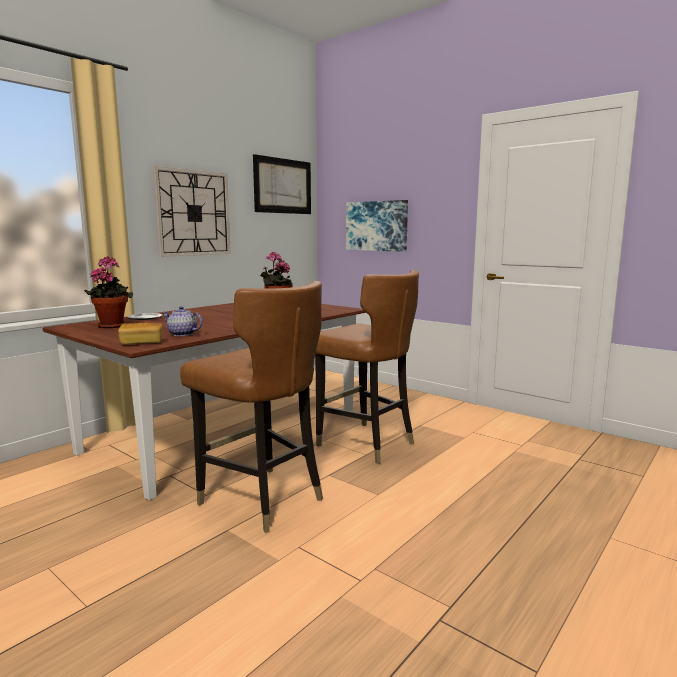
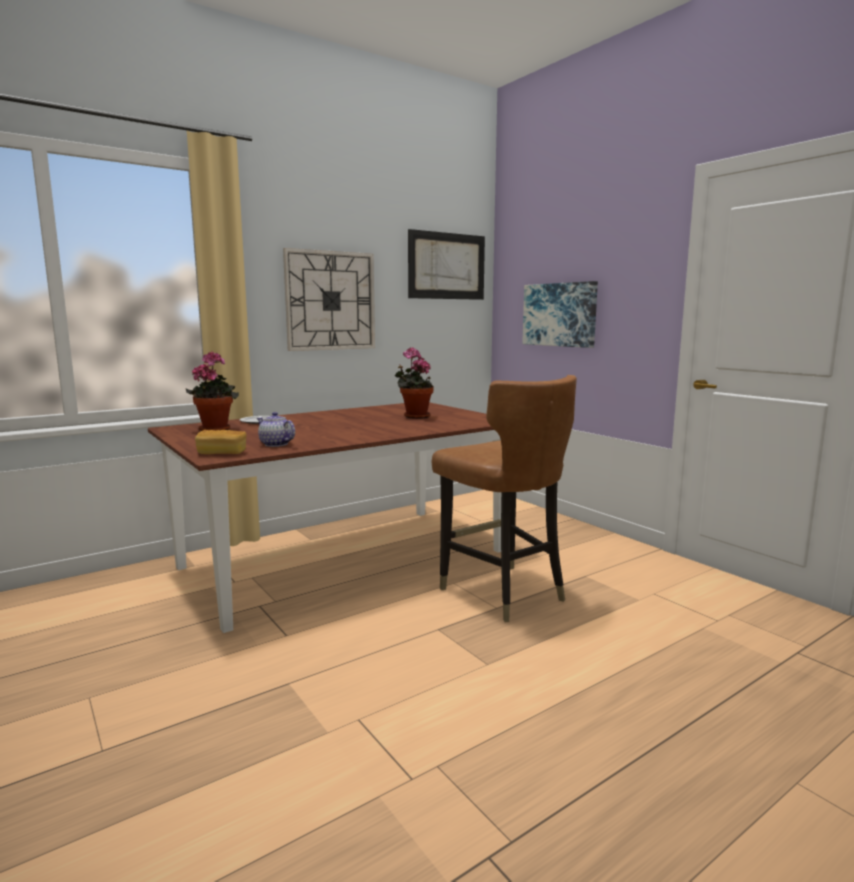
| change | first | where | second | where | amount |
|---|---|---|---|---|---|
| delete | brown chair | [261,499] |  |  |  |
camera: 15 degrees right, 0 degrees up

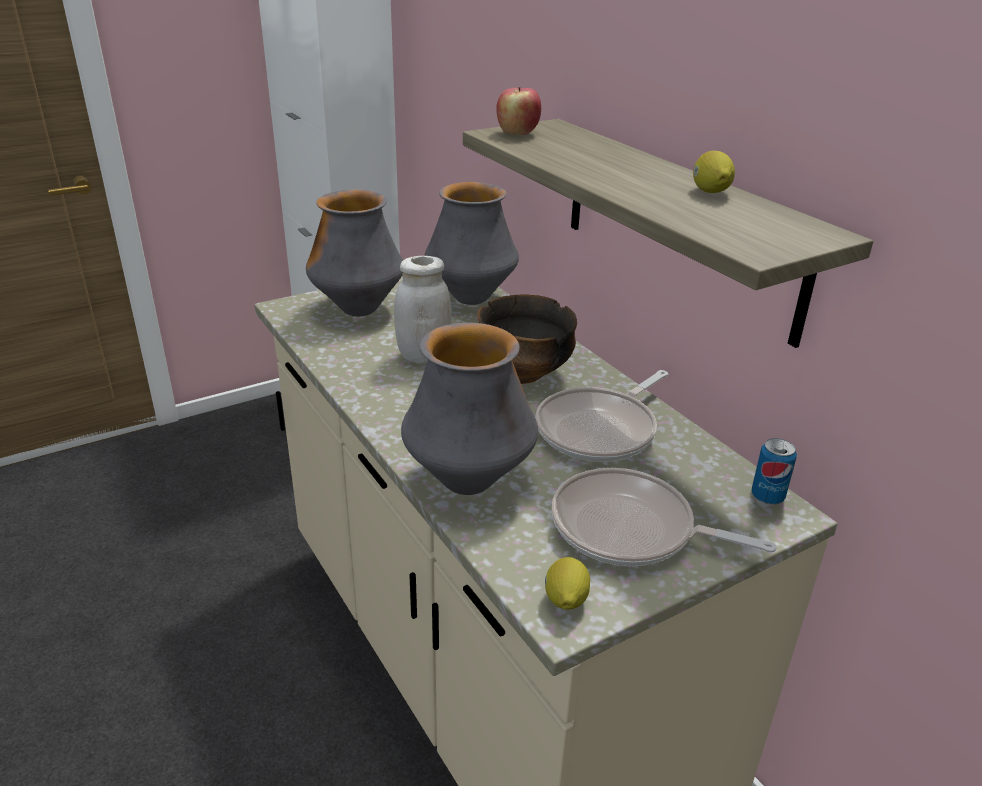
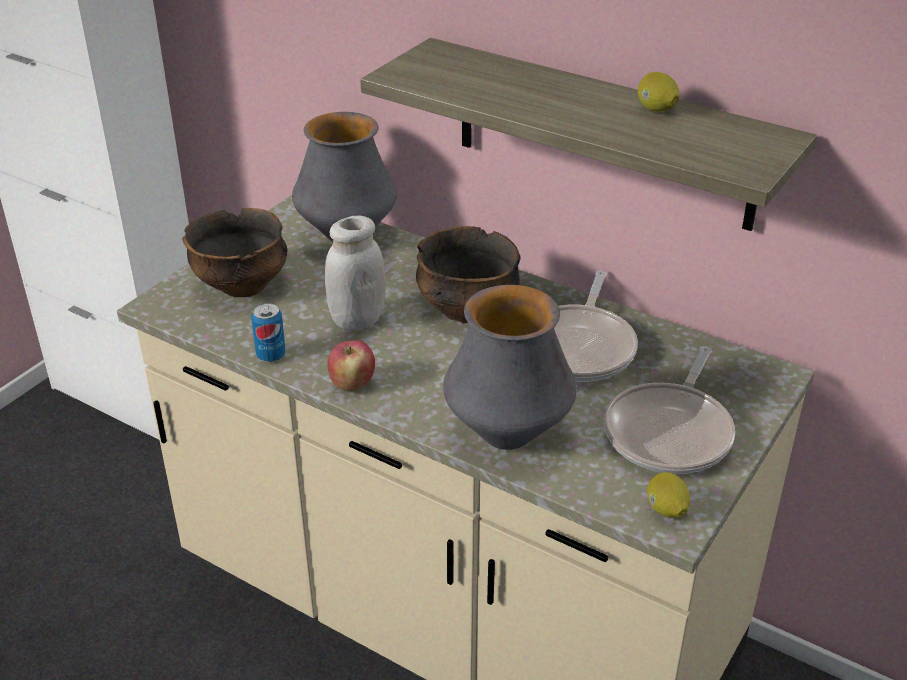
| change | first | where | second | where | amount |
|---|---|---|---|---|---|
| move | apple | [517,133] |  | [352,384] |  |
| replace | vase | [358,310] | bowl | [242,285] |  |
| move | can | [767,496] |  | [271,355] |  |
| rotate | frying pan | [630,530] |  | [671,432] | 60 degrees counterclockwise |
camera: 25 degrees left, 5 degrees up

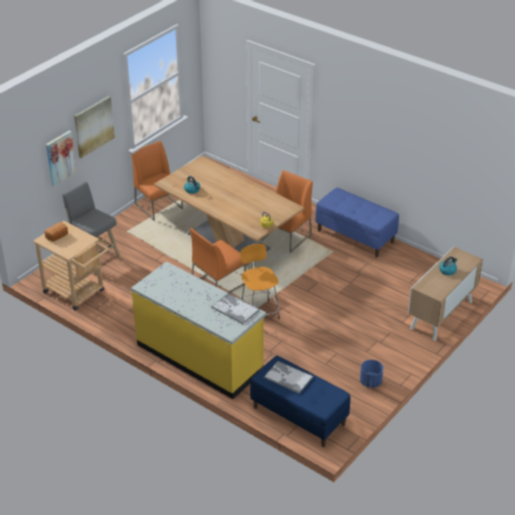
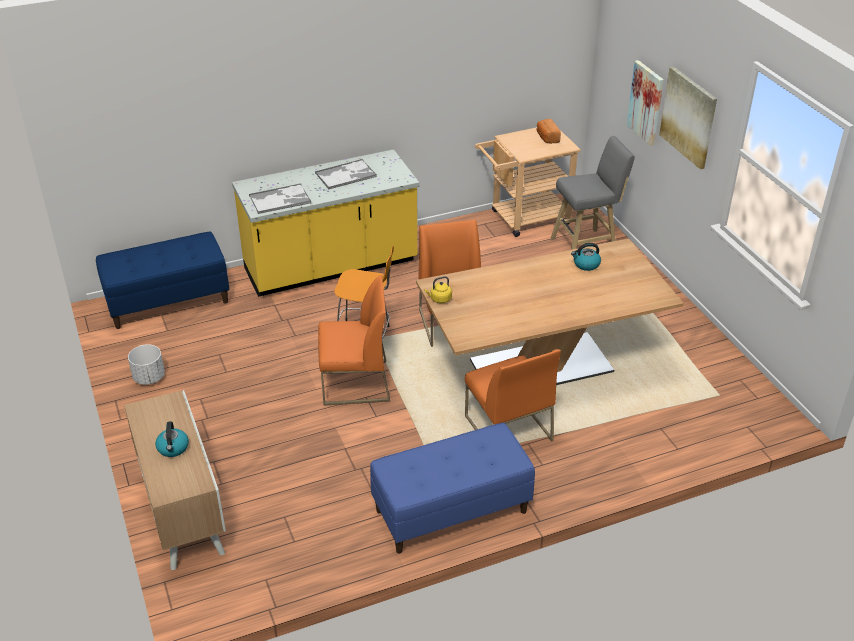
| change | first | where | second | where | amount |
|---|---|---|---|---|---|
| move | orange chair | [159,206] |  | [355,383] |  |
| recolor | blue planter | [370,382] | white planter | [149,377] |  |
| move | tray | [288,377] |  | [346,175] |  |
camera: 120 degrees right, 0 degrees up

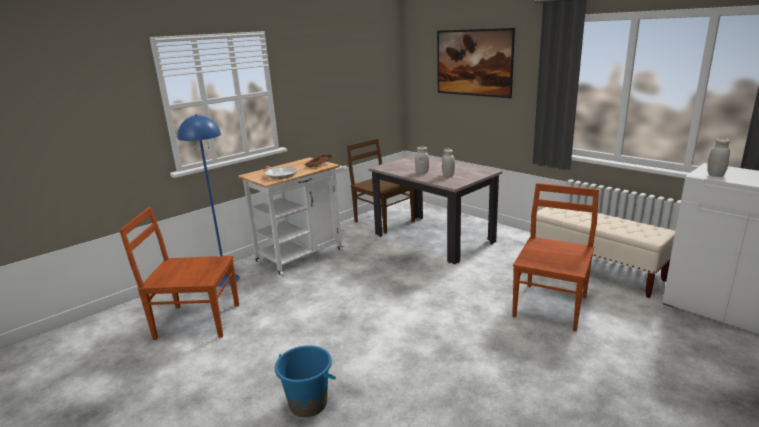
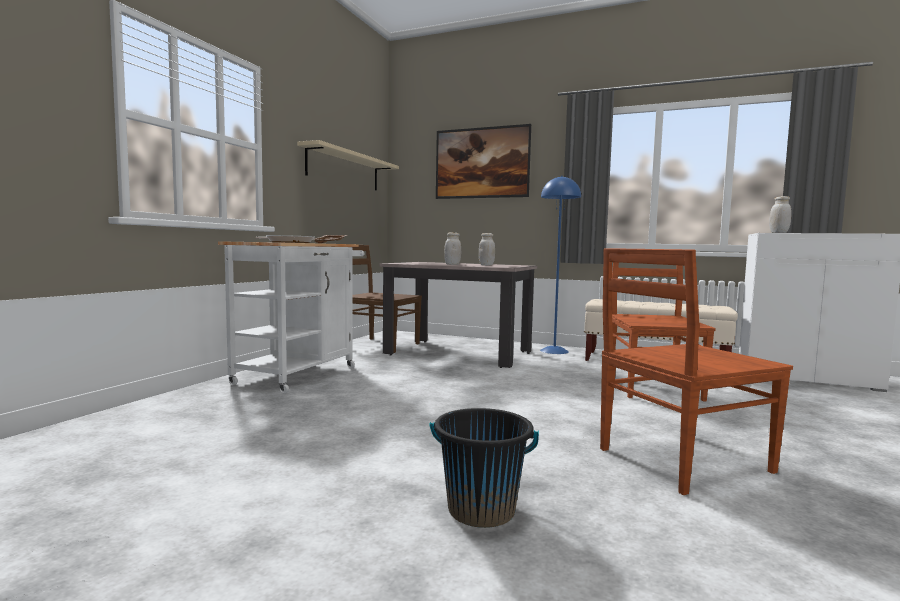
| change | first | where | second | where | amount |
|---|---|---|---|---|---|
| move | blue floor lamp | [226,279] |  | [554,351] |  |
| move | brown chair | [196,321] |  | [680,460] |  |
| recolor | blue bucket | [308,403] | black bucket | [481,510] |  |
| insert |  |  | beige shelf | [344,169] |  |
camera: 25 degrees left, 15 degrees down

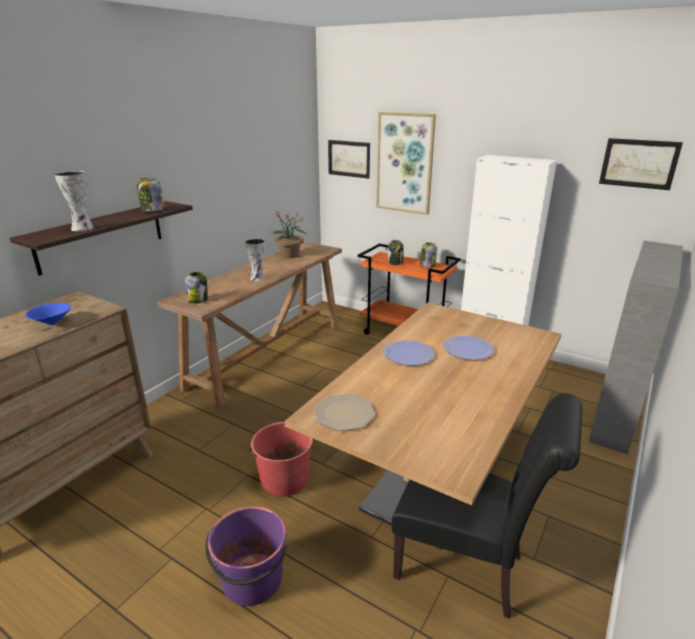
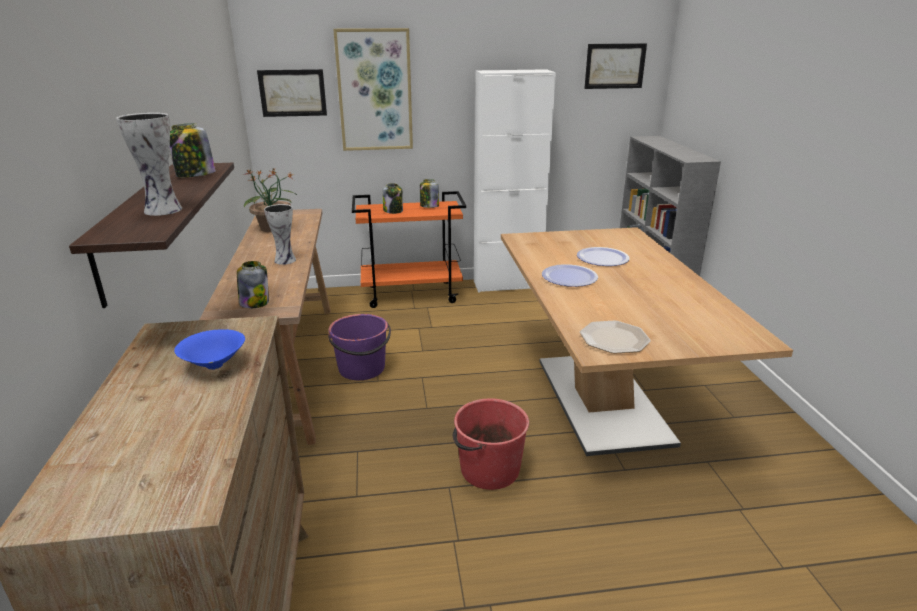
| change | first | where | second | where | amount |
|---|---|---|---|---|---|
| delete | black chair | [467,568] |  |  |  |
| move | purple bucket | [252,580] |  | [362,369] |  |
camera: 40 degrees left, 0 degrees up

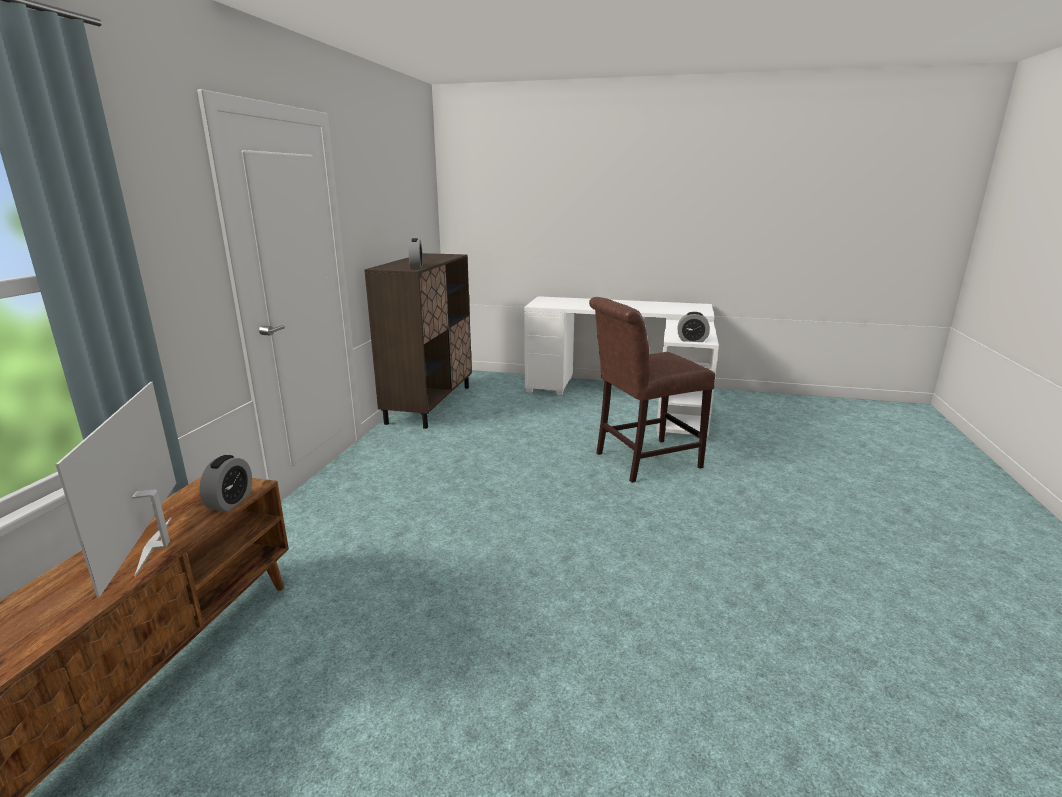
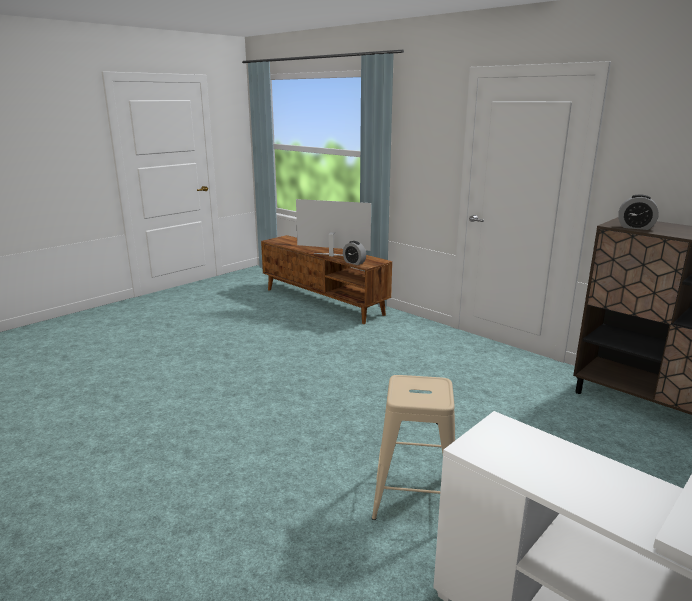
| change | first | where | second | where | amount |
|---|---|---|---|---|---|
| replace | brown chair | [642,461] | beige stool | [414,495] |  |
| delete | alarm clock | [692,340] |  |  |  |
camera: 120 degrees right, 0 degrees up

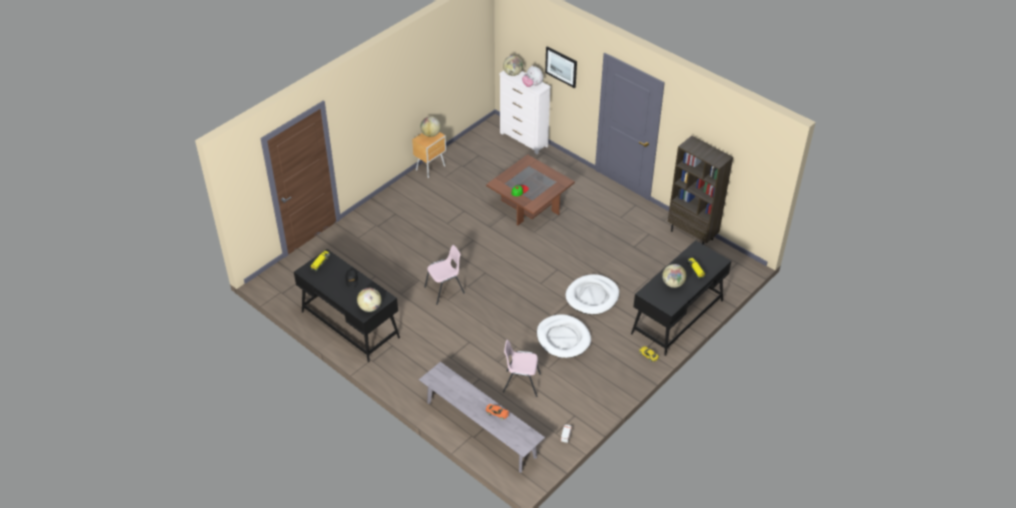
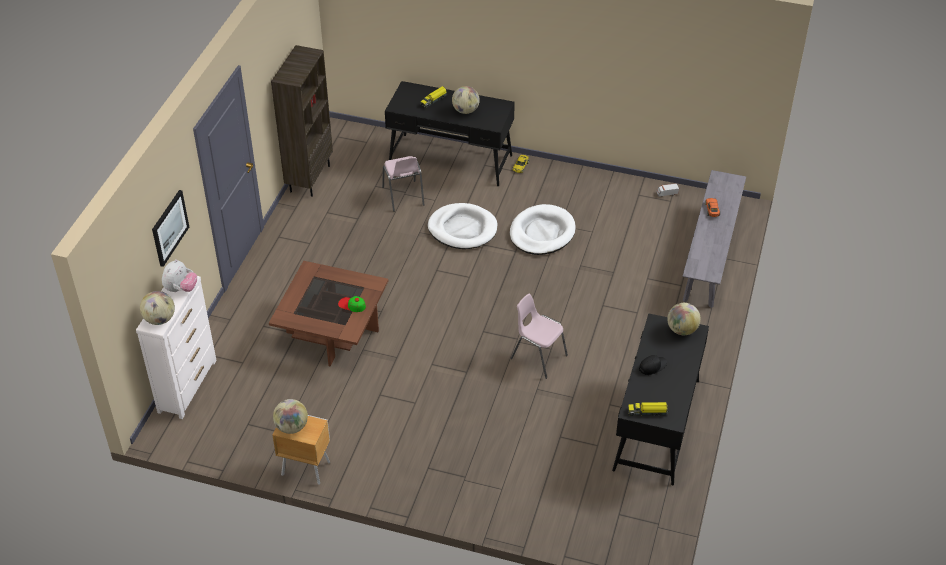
| change | first | where | second | where | amount |
|---|---|---|---|---|---|
| move | pink chair | [521,383] |  | [403,196] |  |
camera: 115 degrees left, 0 degrees up

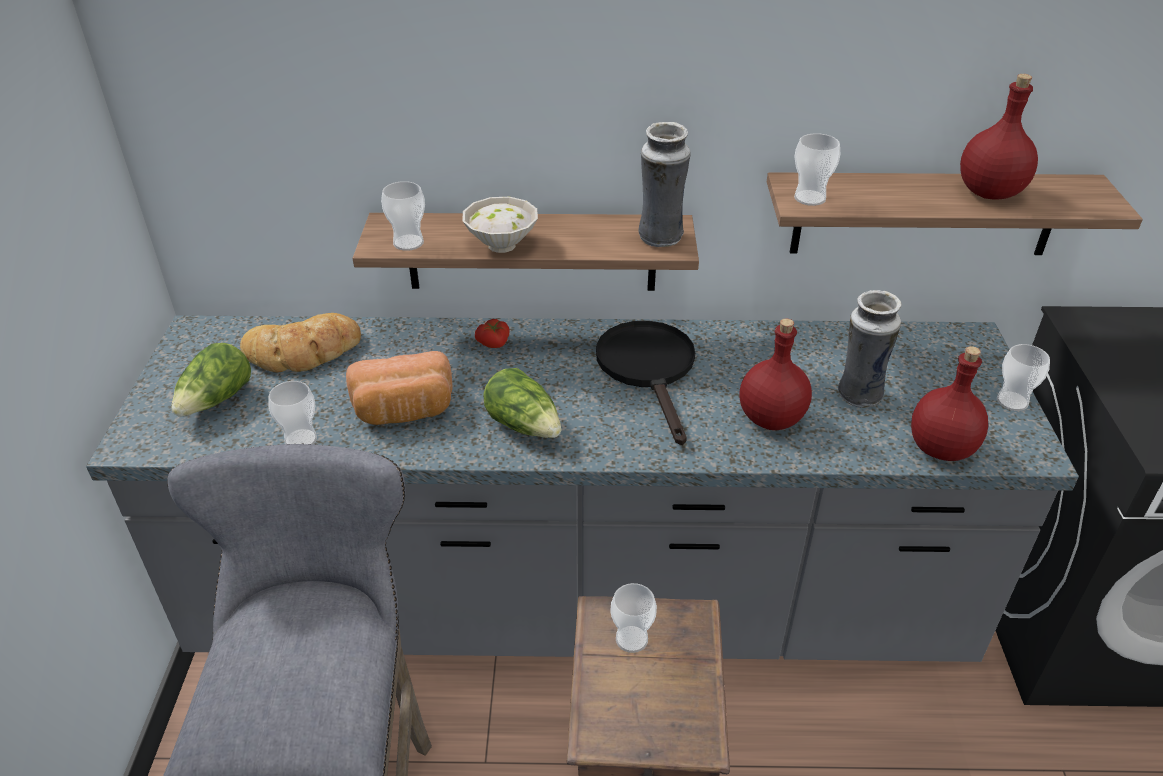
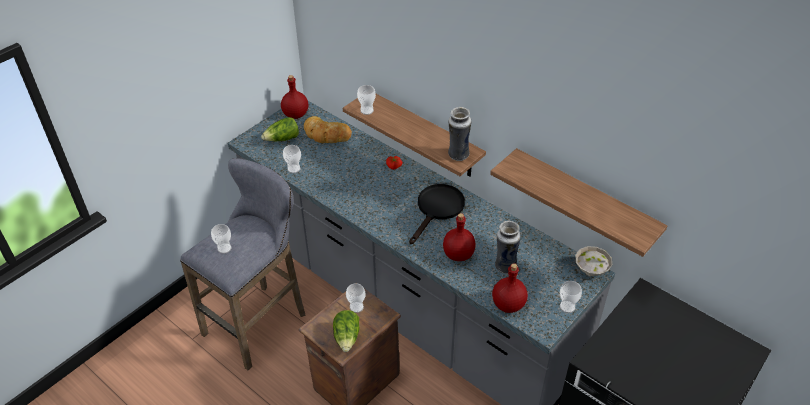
| change | first | where | second | where | amount |
|---|---|---|---|---|---|
| move | red bottle | [989,193] |  | [295,115] |  |
| move | cup | [810,198] |  | [224,248] |  |
| move | white bowl | [503,246] |  | [591,271] |  |
| delete | bread | [404,411] |  |  |  |
| move | lettuce | [524,425] |  | [347,337] |  |
camera: 40 degrees right, 5 degrees up

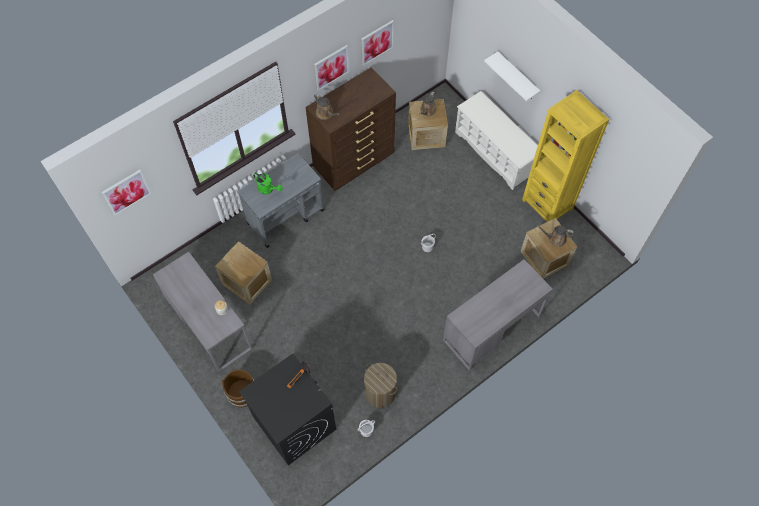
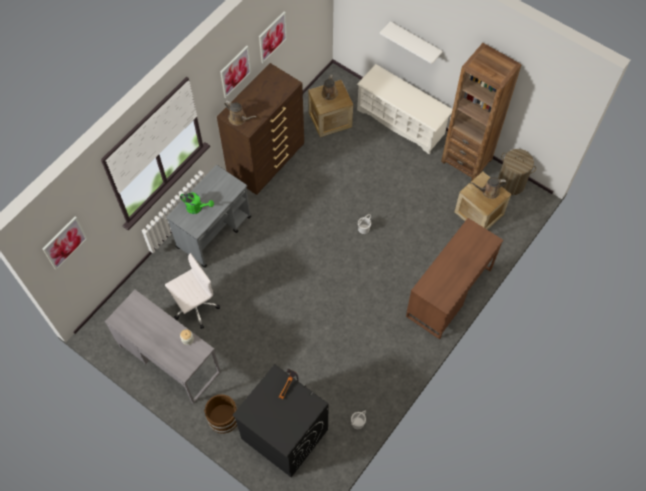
| change | first | where | second | where | amount |
|---|---|---|---|---|---|
| recolor | yellow bookcase | [547,204] | brown bookcase | [466,160] |  |
| replace | crate | [247,282] | white office chair | [194,306] |  |
| recolor | grey desk | [491,328] | brown desk | [448,292] |  |
| move | laundry basket | [380,393] |  | [511,183] |  |
camera: 15 degrees left, 0 degrees up

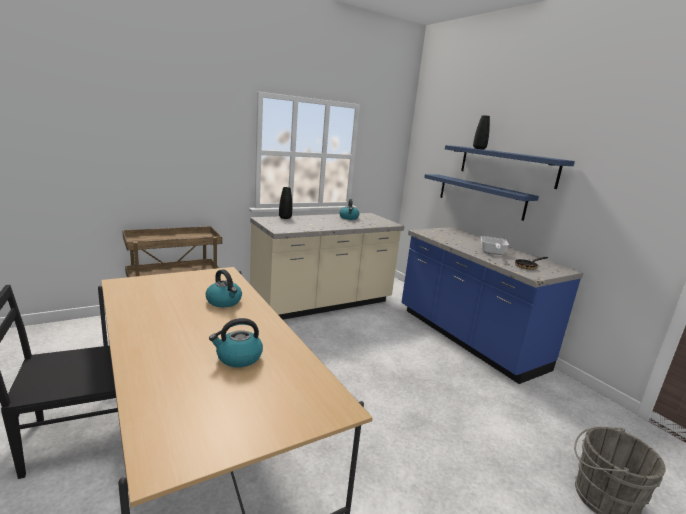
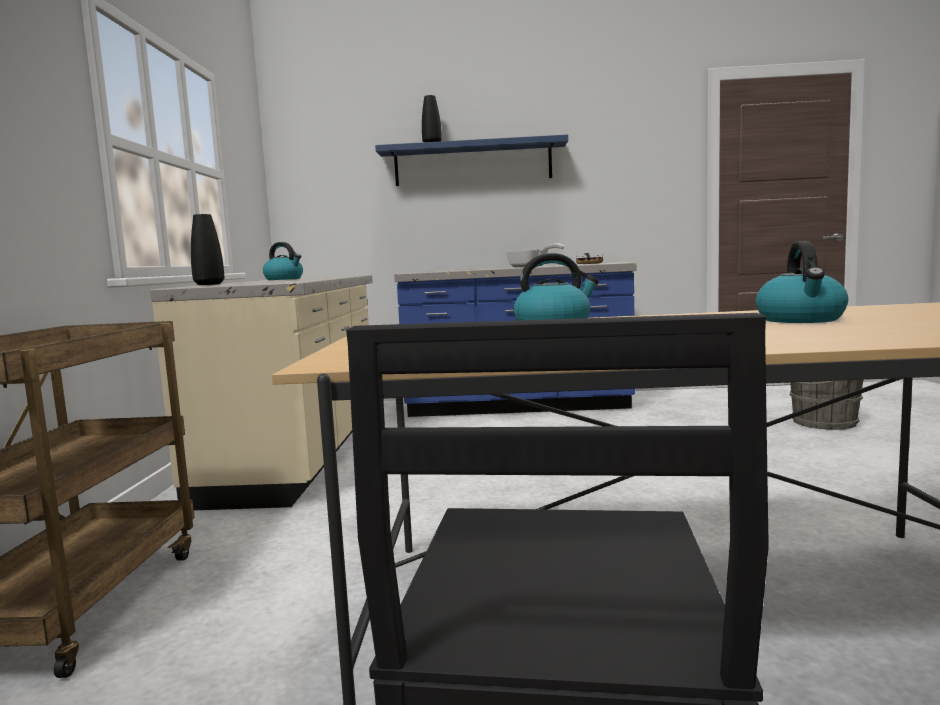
| change | first | where | second | where | amount |
|---|---|---|---|---|---|
| delete | blue shelf | [480,196] |  |  |  |
camera: 55 degrees left, 10 degrees down

